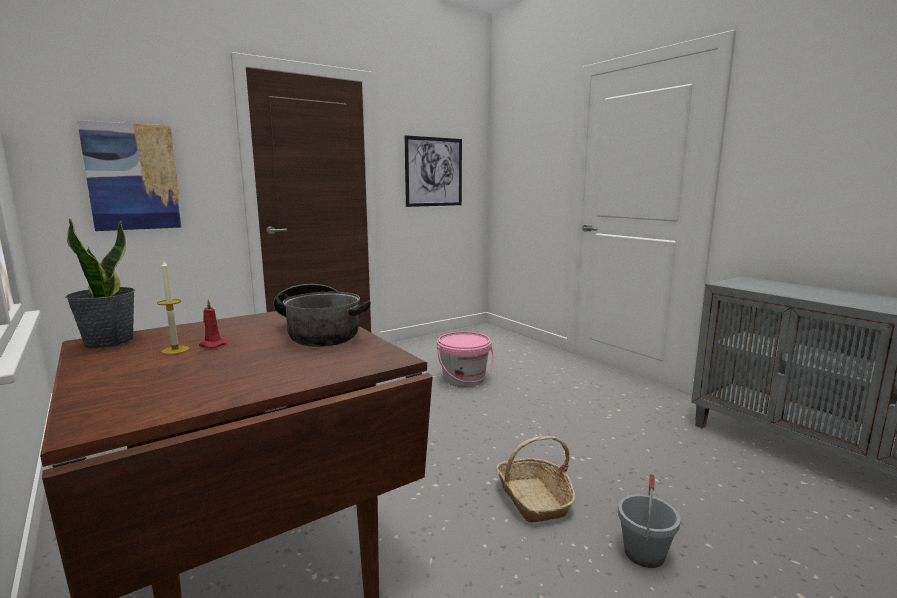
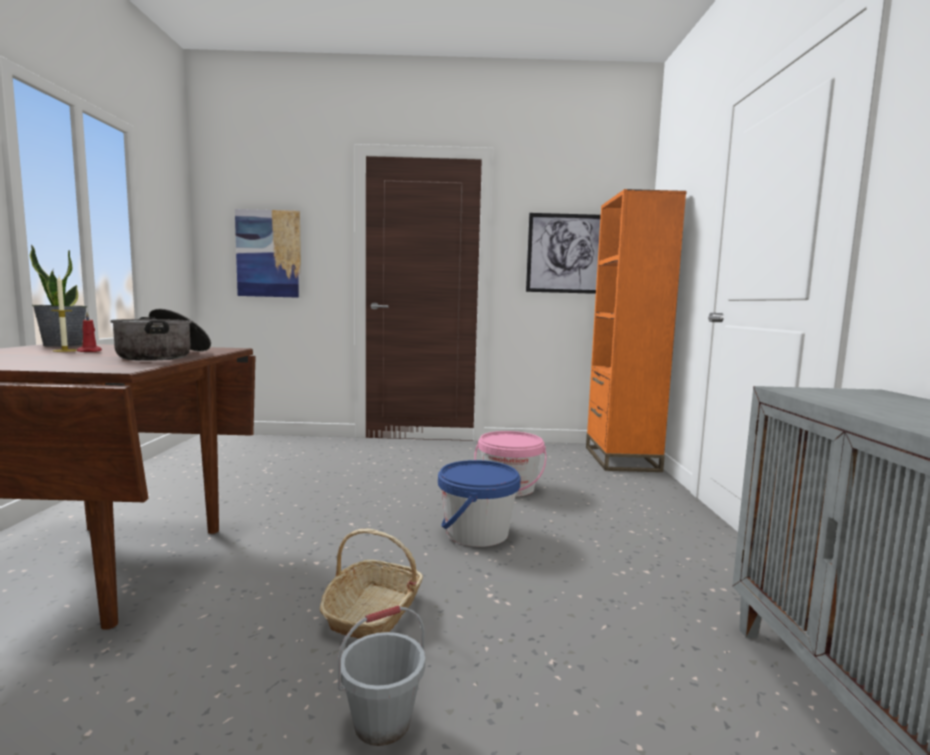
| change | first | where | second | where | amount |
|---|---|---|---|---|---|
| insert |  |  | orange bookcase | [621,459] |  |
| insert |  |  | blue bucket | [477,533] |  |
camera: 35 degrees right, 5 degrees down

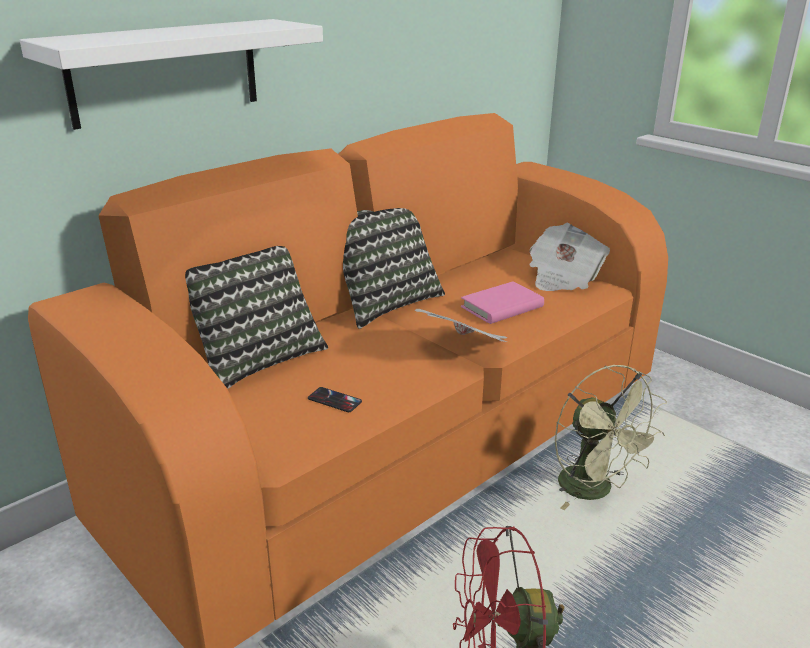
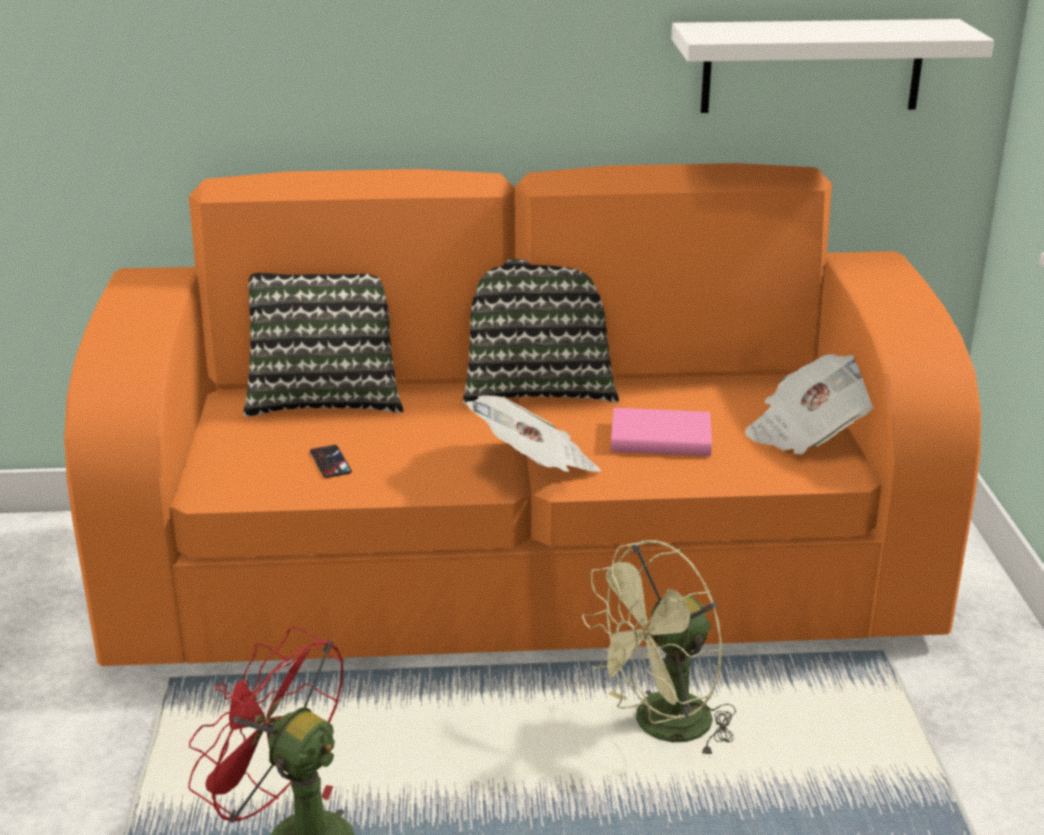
| change | first | where | second | where | amount |
|---|---|---|---|---|---|
| move | white shelf | [165,71] |  | [812,66] |  |
| rotate | green fan | [595,490] |  | [660,727] | 45 degrees clockwise |
camera: 40 degrees right, 0 degrees up

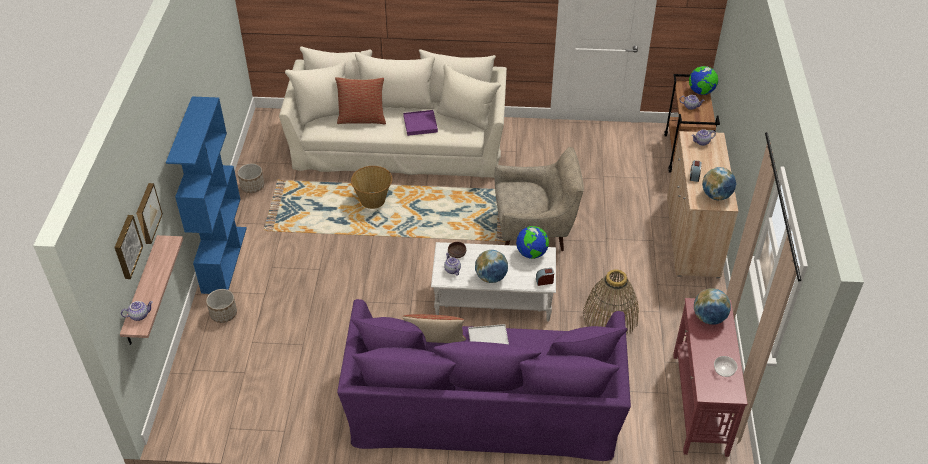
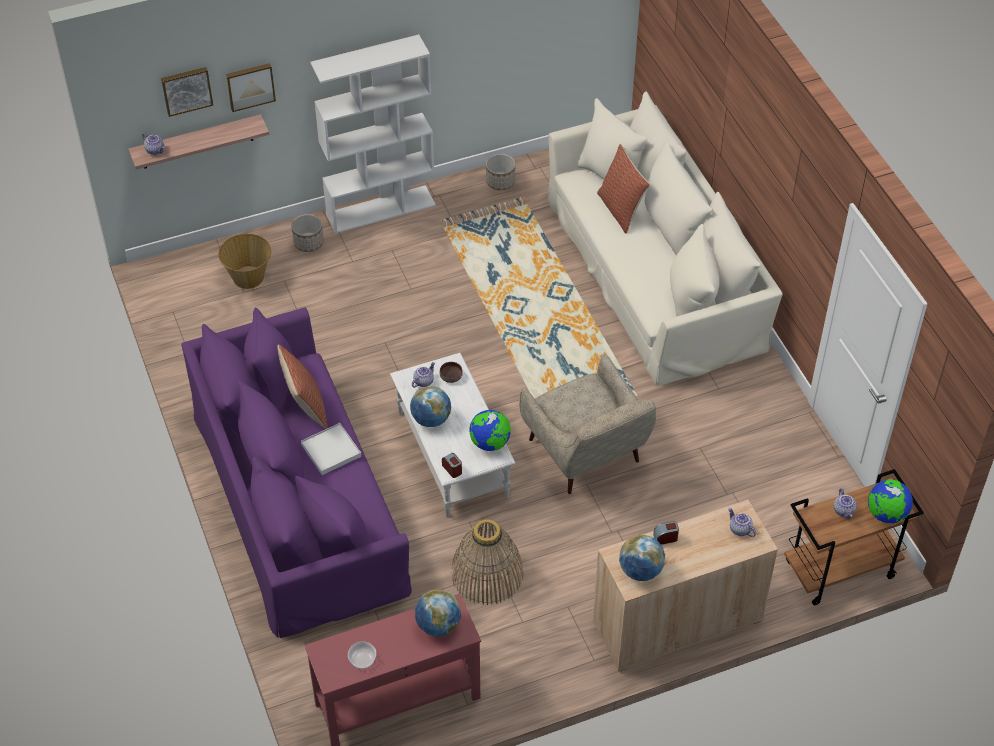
| change | first | where | second | where | amount |
|---|---|---|---|---|---|
| recolor | blue bookcase | [224,259] | white bookcase | [381,209] |  |
| delete | purple tray | [420,124] |  |  |  |
| move | basket | [373,200] |  | [248,277] |  |
camera: 65 degrees right, 5 degrees up

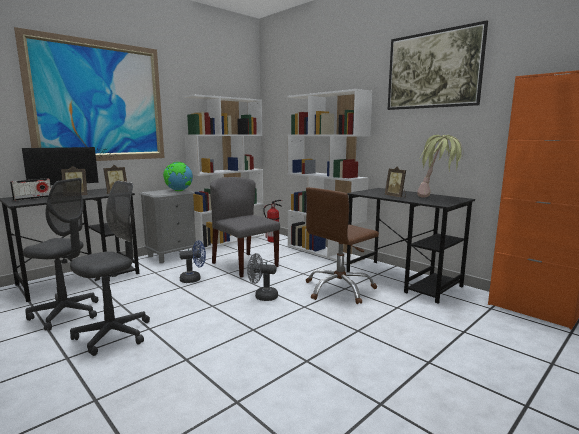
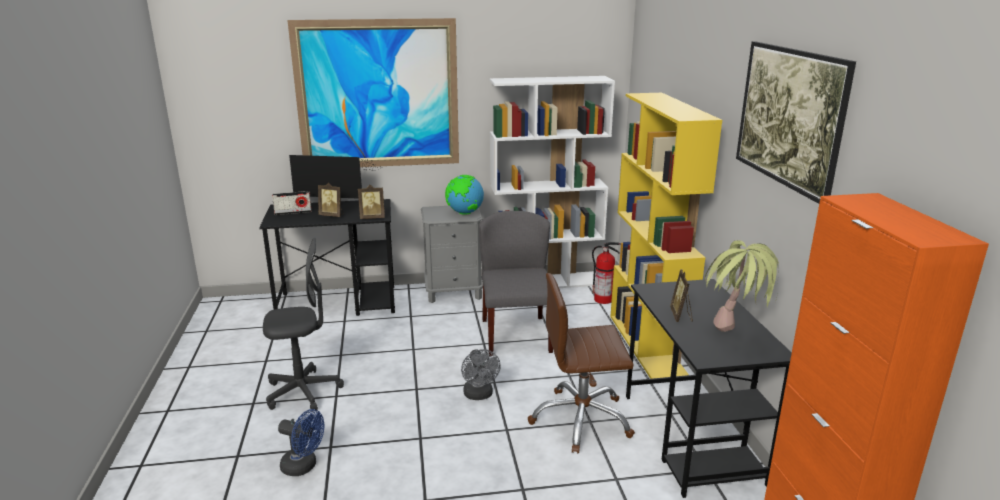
| change | first | where | second | where | amount |
|---|---|---|---|---|---|
| recolor | white bookcase | [324,252] | yellow bookcase | [648,345] |  |
| delete | grey office chair | [66,314] |  |  |  |
| move | blue fan | [194,279] |  | [304,466] |  |
| rotate | grey fan | [262,296] |  | [479,395] | 150 degrees counterclockwise |
camera: 35 degrees right, 10 degrees up

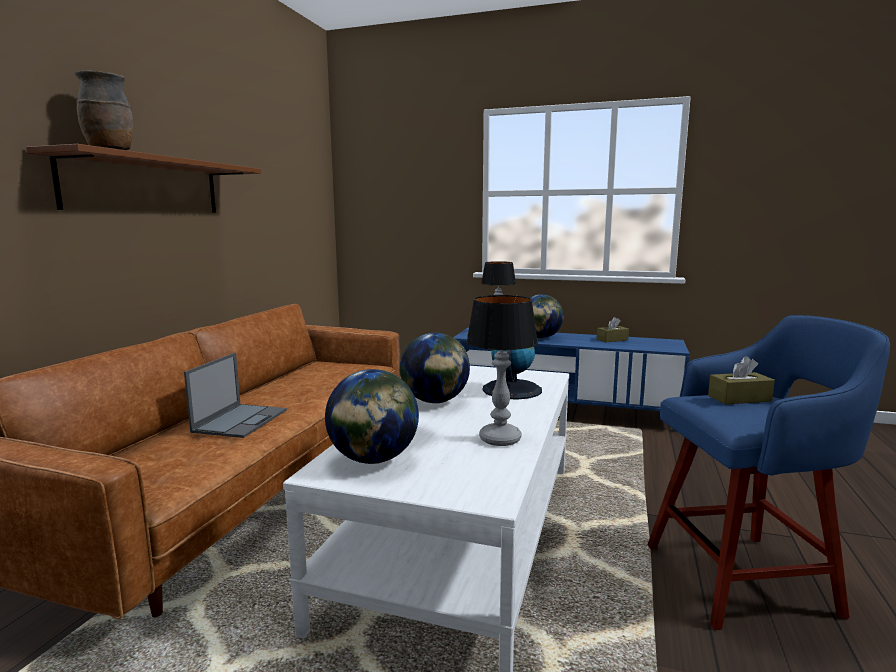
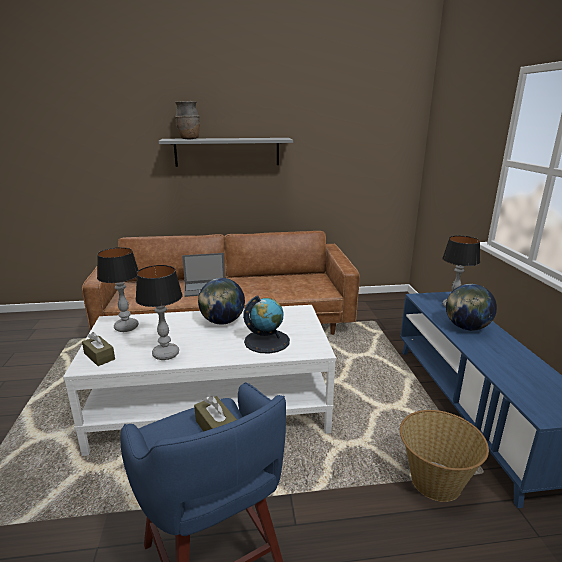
| change | first | where | second | where | amount |
|---|---|---|---|---|---|
| recolor | brown shelf | [145,186] | grey shelf | [227,152] |  |
| move | brown tissue box | [612,340] |  | [99,356] |  |
| replace | globe | [373,460] | table lamp | [126,327] |  |
| insert |  |  | basket | [434,481] |  |
camera: 65 degrees right, 10 degrees up

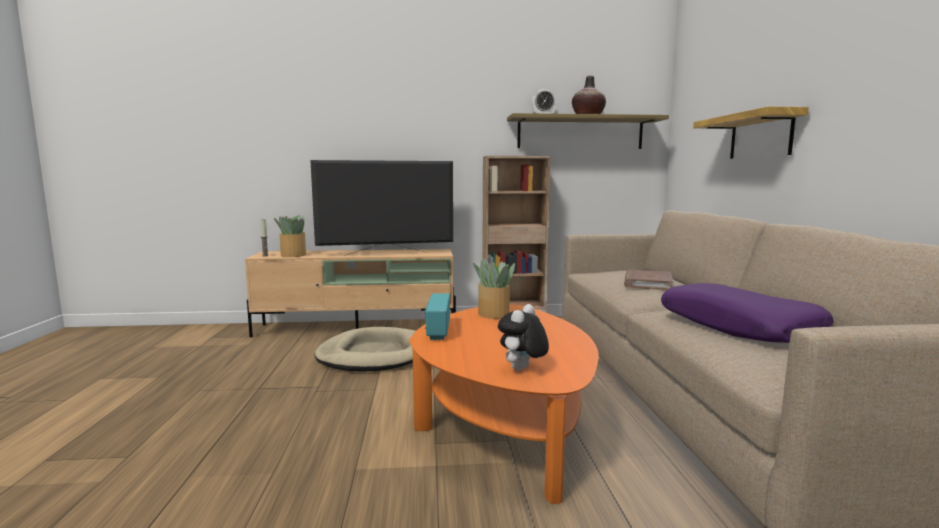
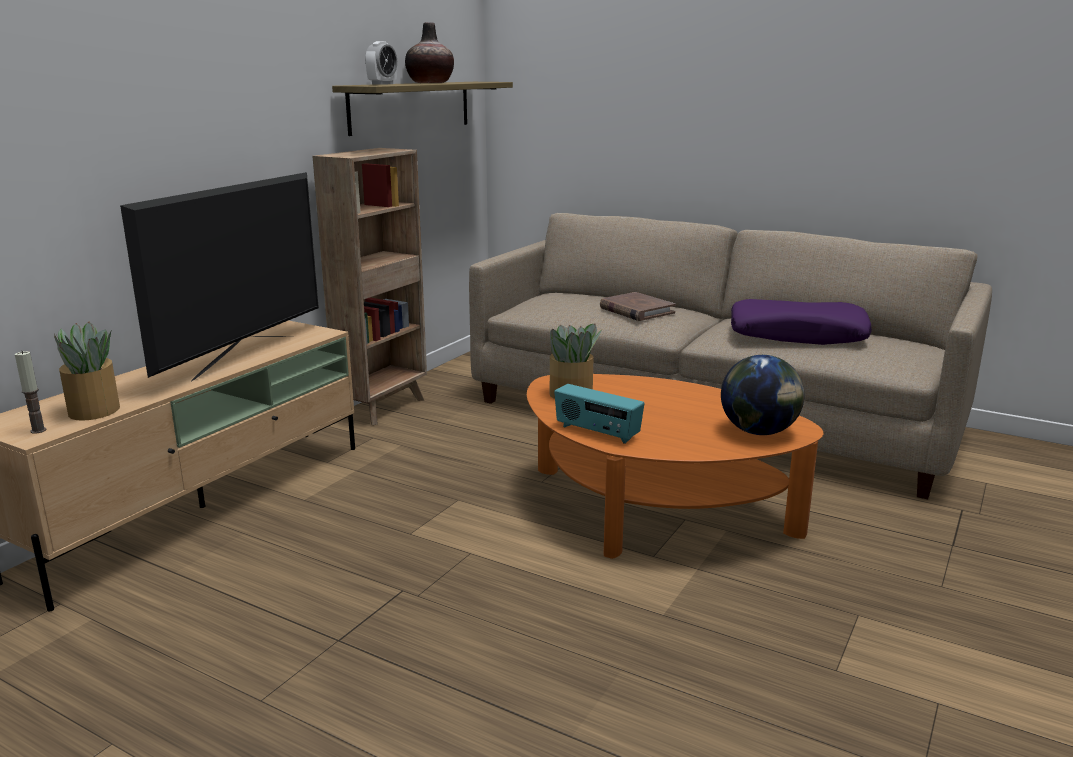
| change | first | where | second | where | amount |
|---|---|---|---|---|---|
| delete | shelf | [760,136] |  |  |  |
| replace | plush toy | [522,370] | globe | [759,432] |  |
| delete | beige dog bed | [374,355] |  |  |  |
camera: 55 degrees left, 10 degrees up

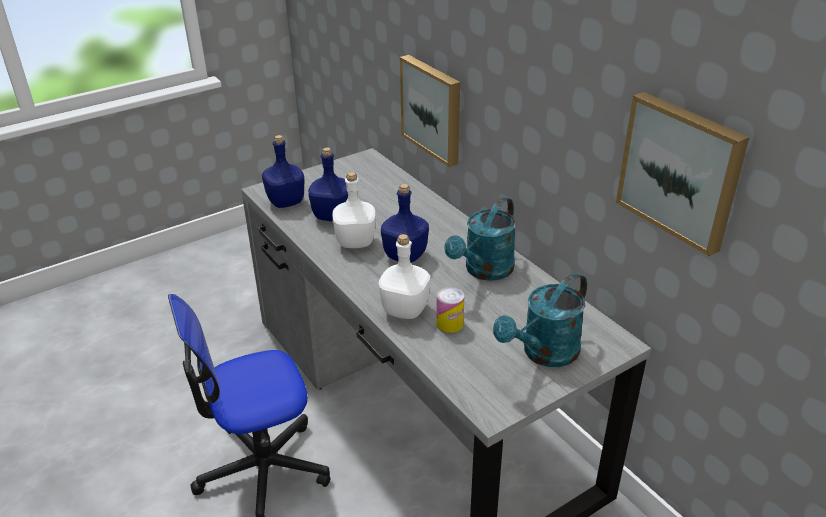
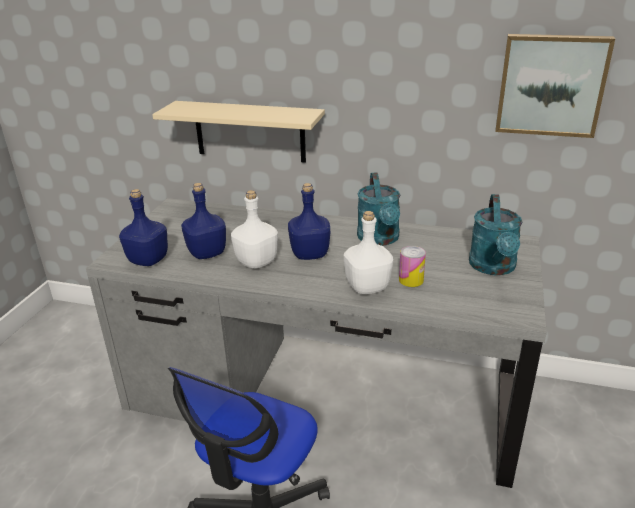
| change | first | where | second | where | amount |
|---|---|---|---|---|---|
| replace | picture | [433,109] | beige shelf | [249,131] |  |
camera: 40 degrees left, 5 degrees down

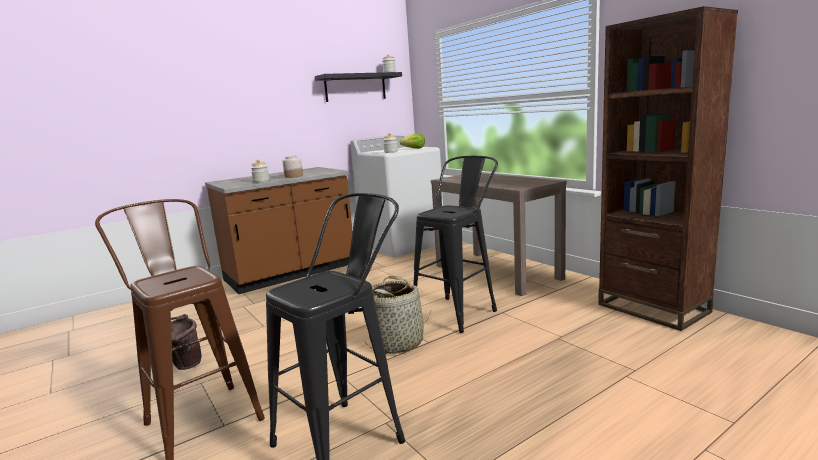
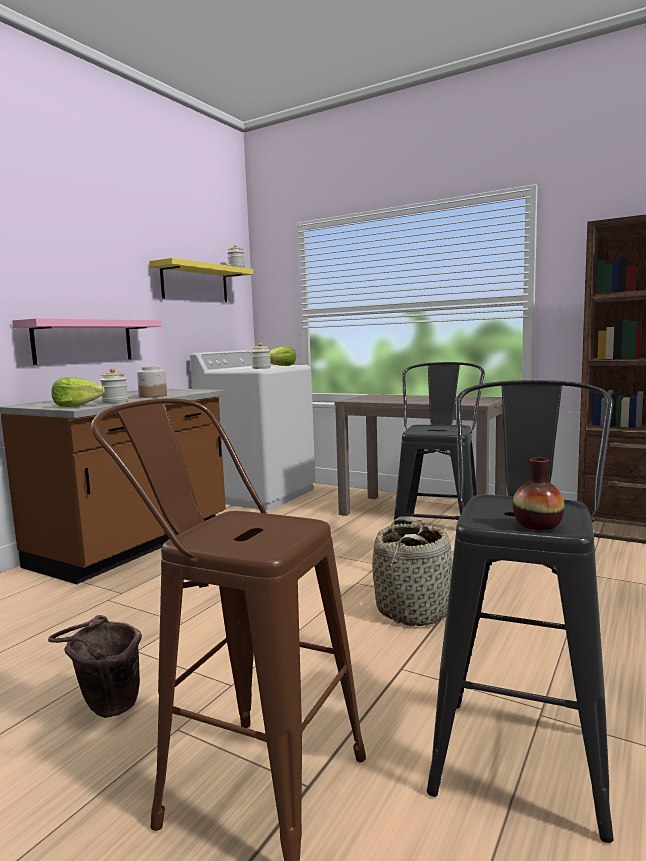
| change | first | where | second | where | amount |
|---|---|---|---|---|---|
| recolor | black shelf | [355,87] | yellow shelf | [195,283] |  |
| insert |  |  | pink shelf | [83,341] |  |
| insert |  |  | lettuce | [77,406] |  |
| insert |  |  | vase | [537,525] |  |
camera: 25 degrees left, 5 degrees down

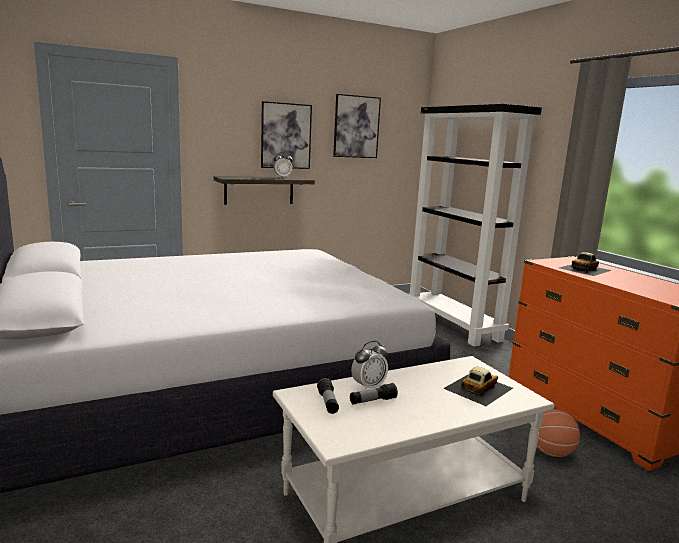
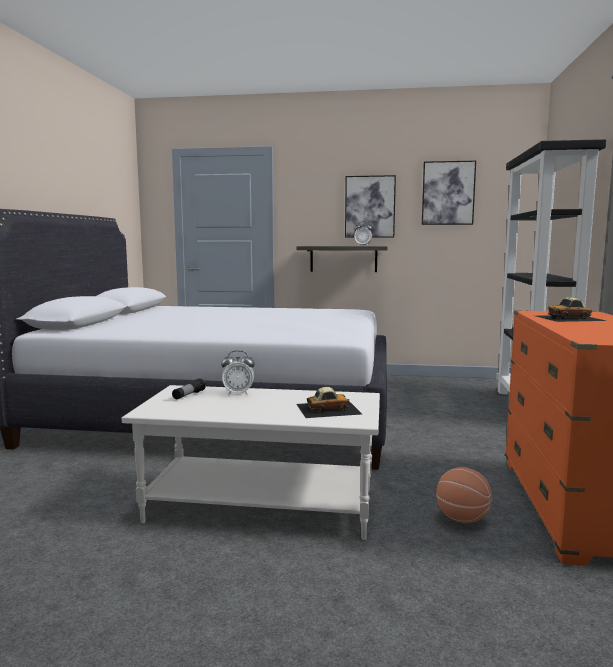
| change | first | where | second | where | amount |
|---|---|---|---|---|---|
| delete | flashlight | [372,401] |  |  |  |
camera: 35 degrees right, 5 degrees down

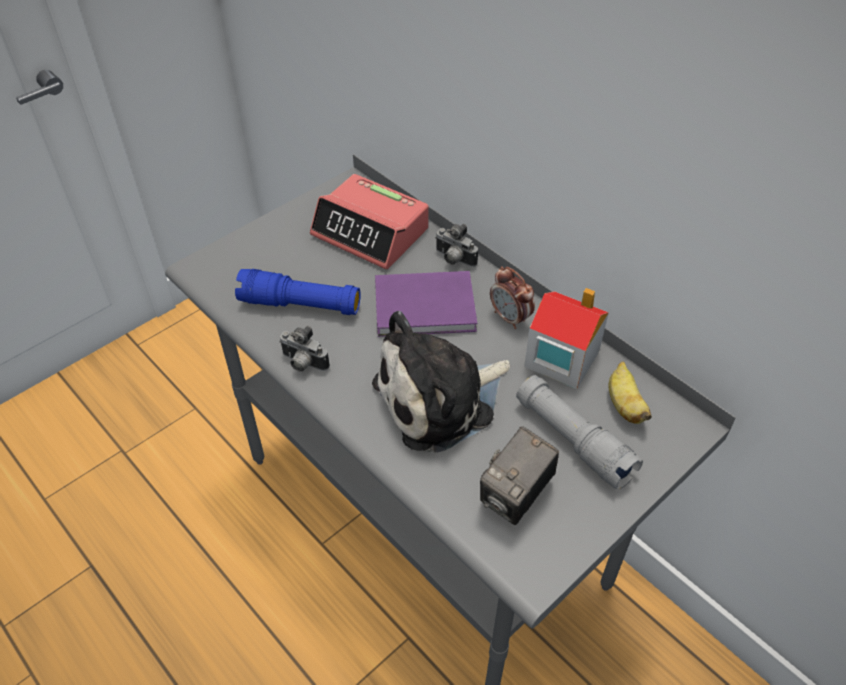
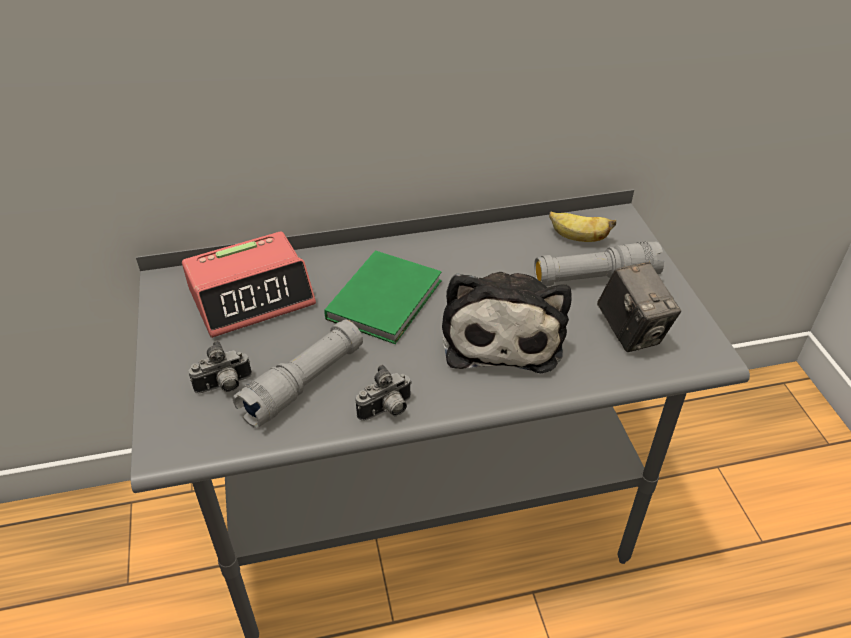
| change | first | where | second | where | amount |
|---|---|---|---|---|---|
| move | photo camera | [453,260] |  | [224,386] |  |
| delete | alarm clock | [510,318] |  |  |  |
| recolor | blue flashlight | [300,305] | grey flashlight | [303,383] |  |
| recolor | purple book | [427,308] | green book | [387,298] |  |
| delete | toy house | [560,358] |  |  |  |
camera: 60 degrees left, 5 degrees down

